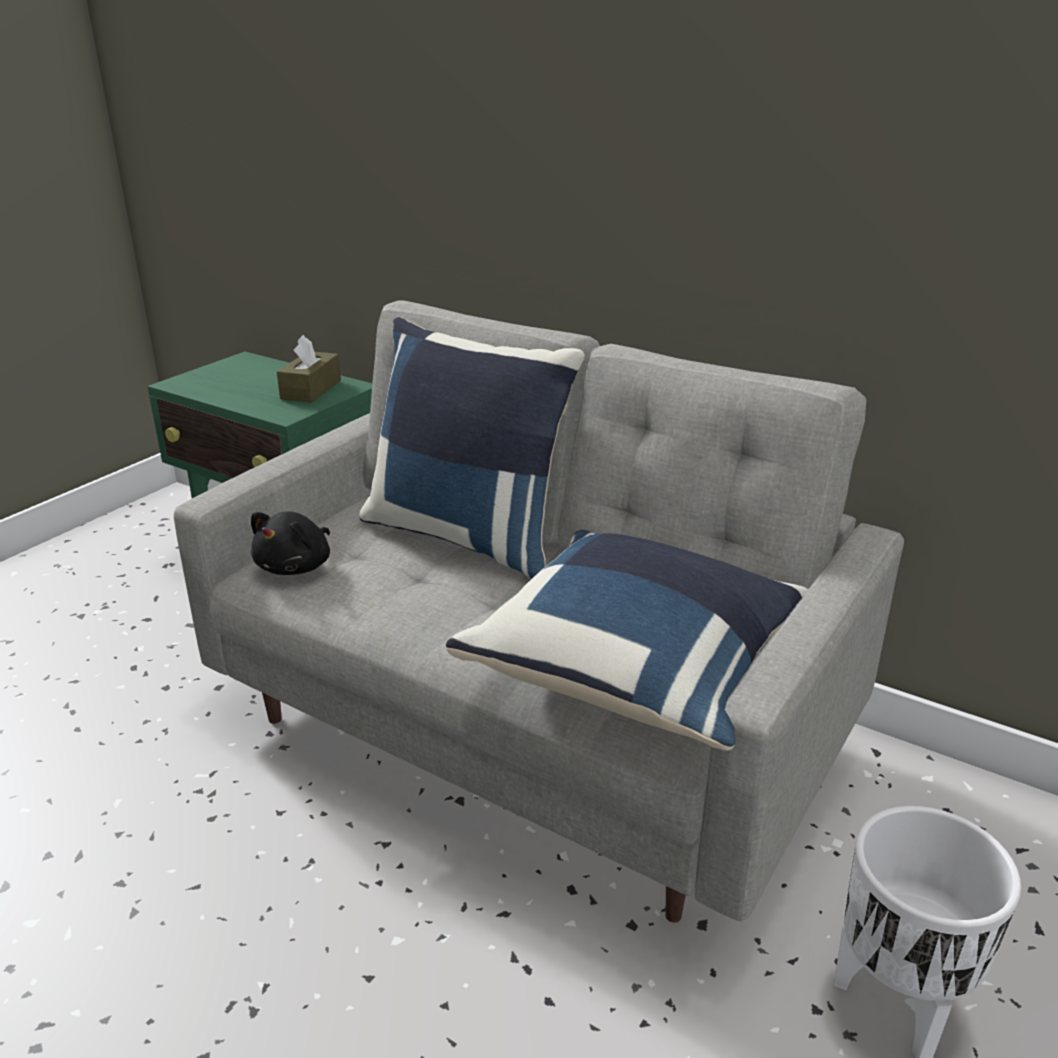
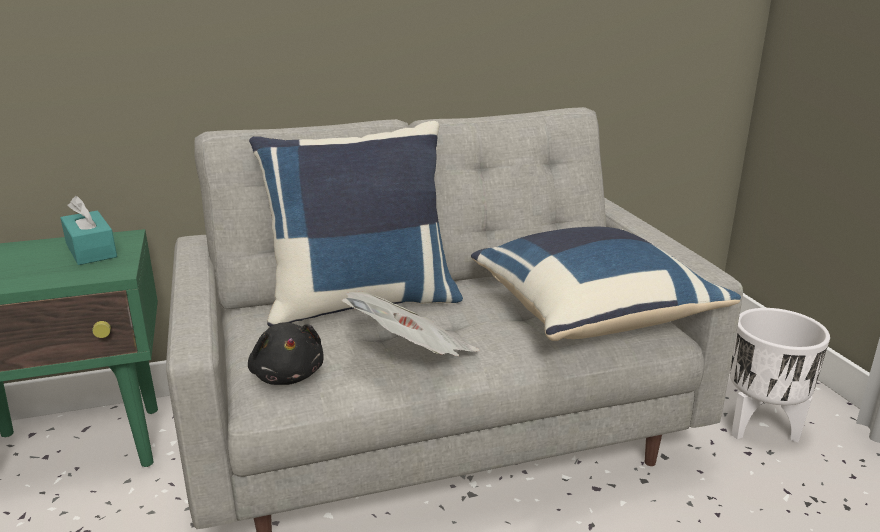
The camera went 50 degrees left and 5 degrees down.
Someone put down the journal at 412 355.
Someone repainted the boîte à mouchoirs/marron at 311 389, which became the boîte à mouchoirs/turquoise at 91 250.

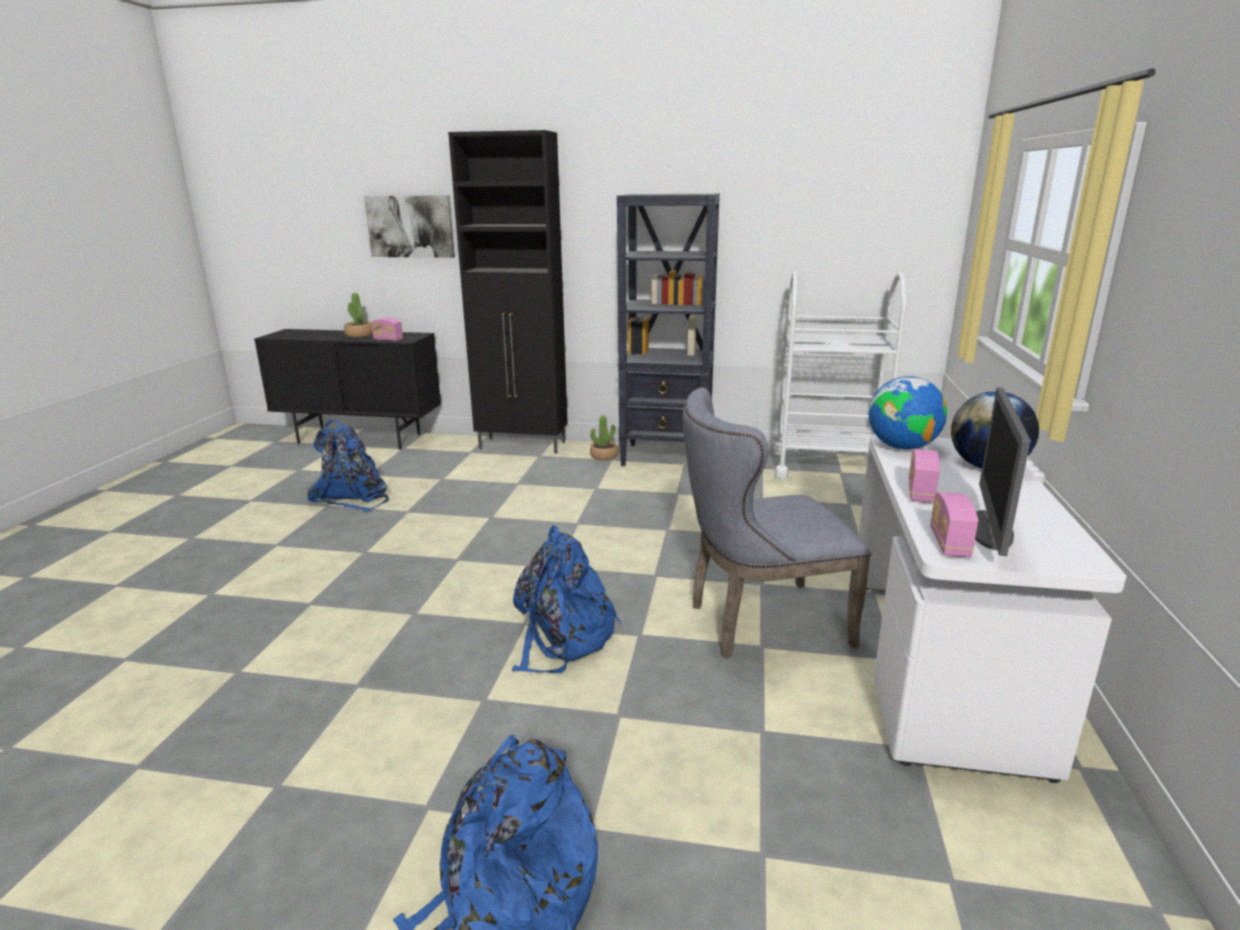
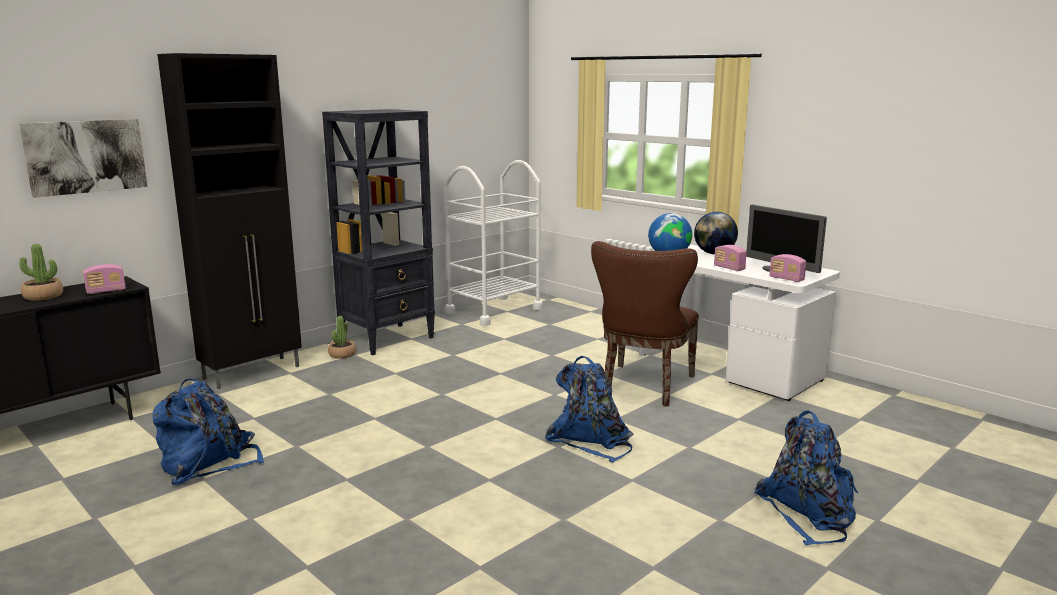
The camera went 55 degrees left and 5 degrees down.
Someone repainted the chaise/gris at 758 623, which became the chaise/marron at 644 388.

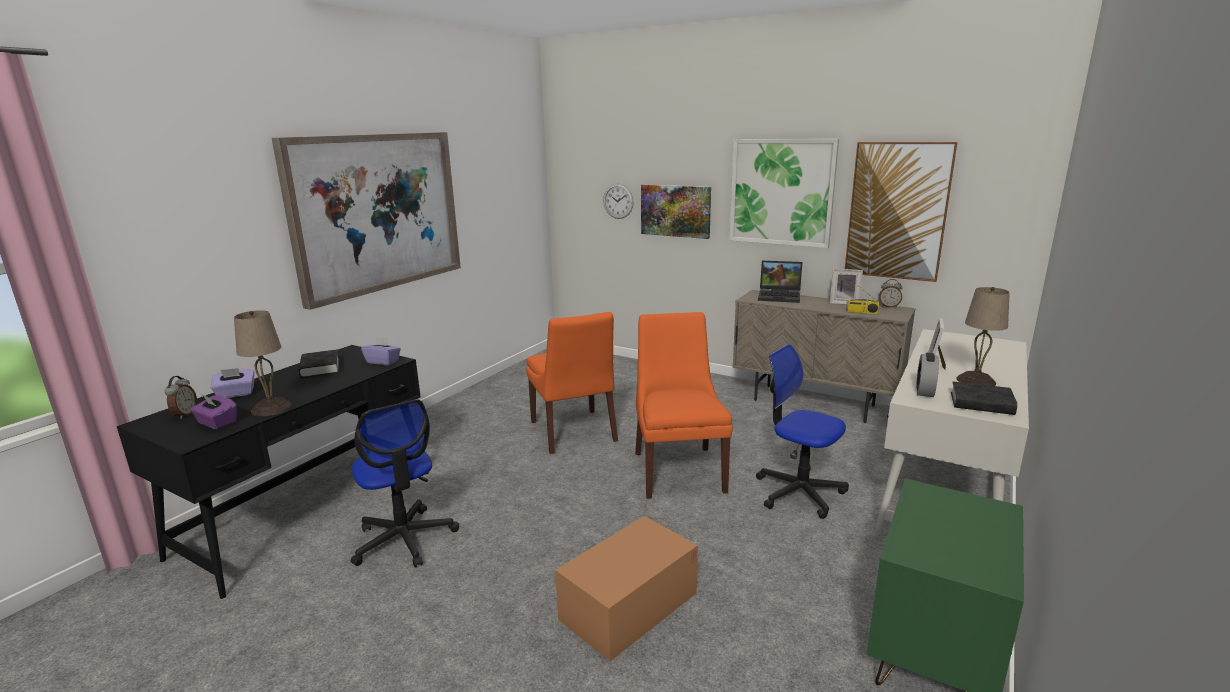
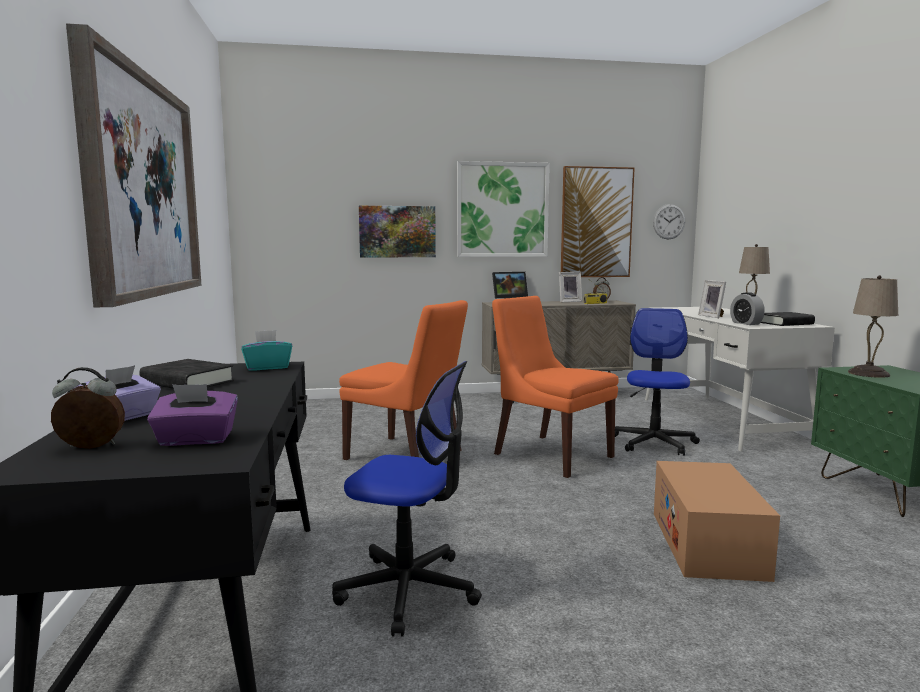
The camera went 40 degrees left and 10 degrees down.
Someone carried the lampe de table/beige from 272 408 to 867 373.
Someone carried the horloge murale from 618 201 to 669 221.
Someone repainted the boîte à mouchoirs/violet at 383 361, which became the boîte à mouchoirs/turquoise at 267 367.
Someone rotated the réveil at 184 414 by 60 degrees counterclockwise.
Someone rotated the chaise de bureau at 799 492 by 105 degrees clockwise.

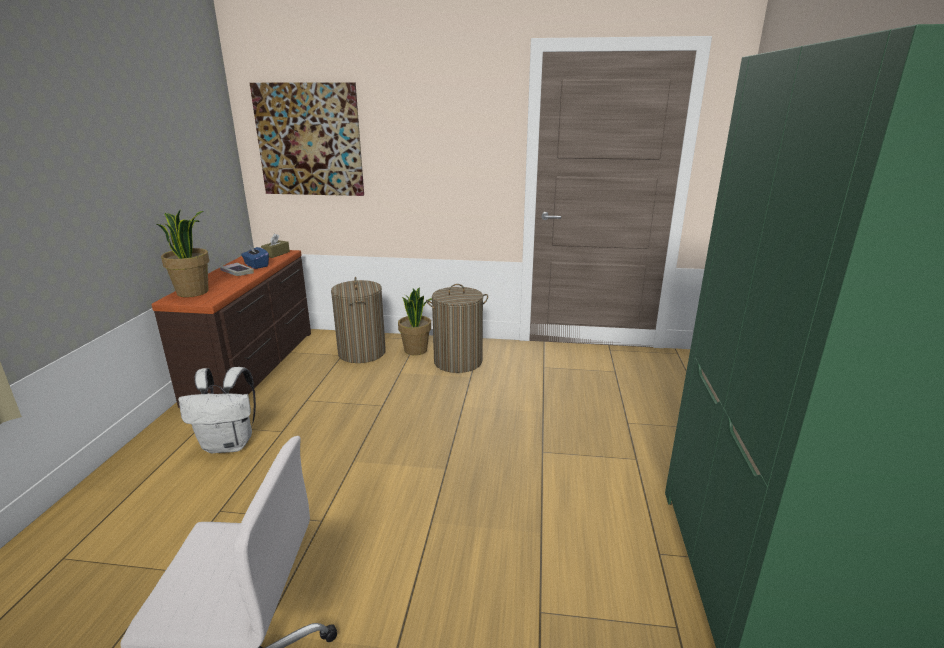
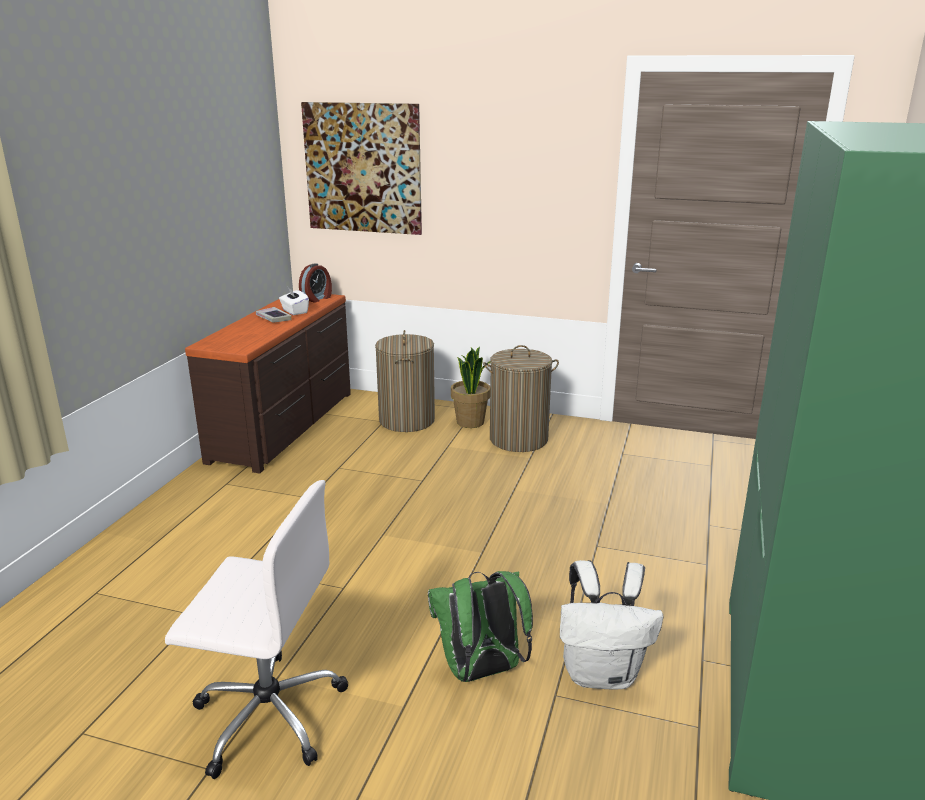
The camera went 10 degrees right and 0 degrees up.
Someone took away the plante en pot at 193 292.
Someone put down the sac à dos/vert at 481 672.
Someone carried the sac à dos/blanc from 230 444 to 602 674.
Someone swapped the boîte à mouchoirs/marron at 276 254 for the réveil at 317 298.
Someone repainted the boîte à mouchoirs/bleu at 256 265, which became the boîte à mouchoirs/blanc at 294 311.

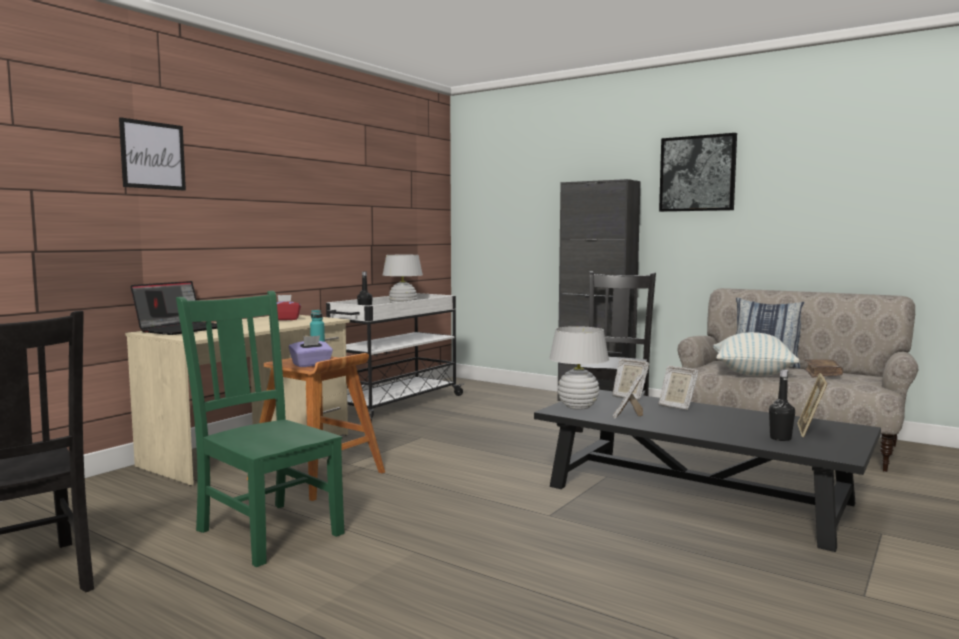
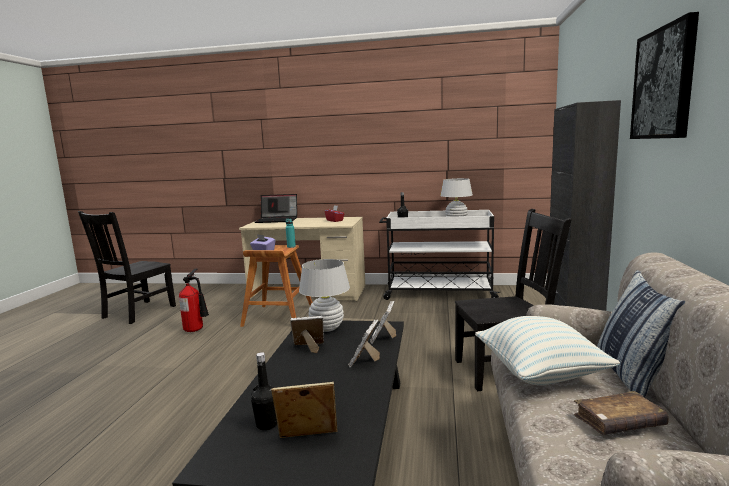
The camera went 65 degrees right and 5 degrees up.
Someone took away the tableau at 153 155.
Someone swapped the chaise/vert at 267 530 for the extincteur at 197 330.

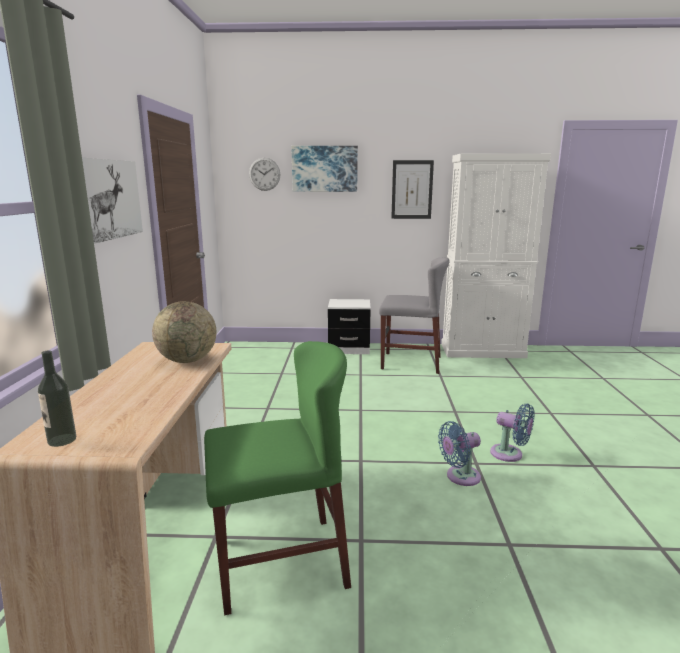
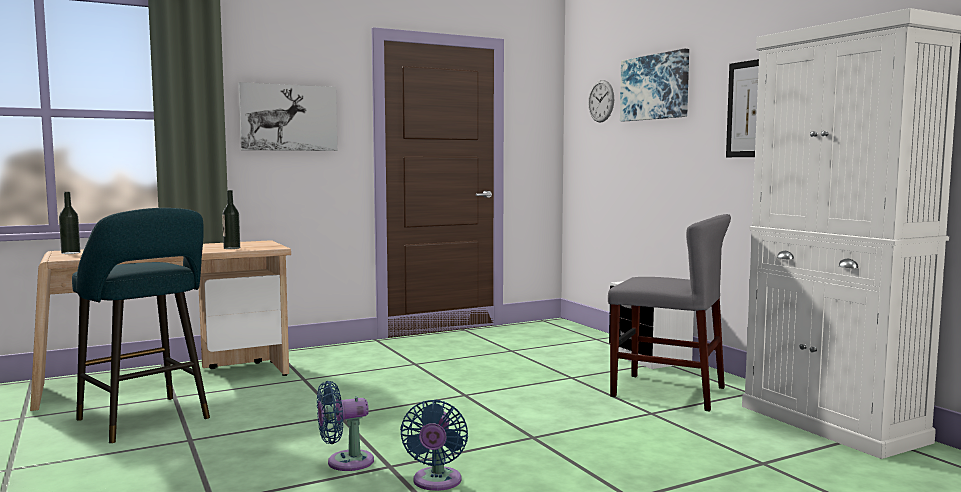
The camera went 60 degrees right and 10 degrees down.
Someone swapped the globe at 187 360 for the bouteille at 232 248.
Someone swapped the chaise/vert at 280 562 for the tabouret/turquoise at 146 421.
Someone rotated the chaise/gris at 411 363 by 45 degrees counterclockwise.
Someone rotated the ventilateur/bleu at 460 477 by 60 degrees counterclockwise.

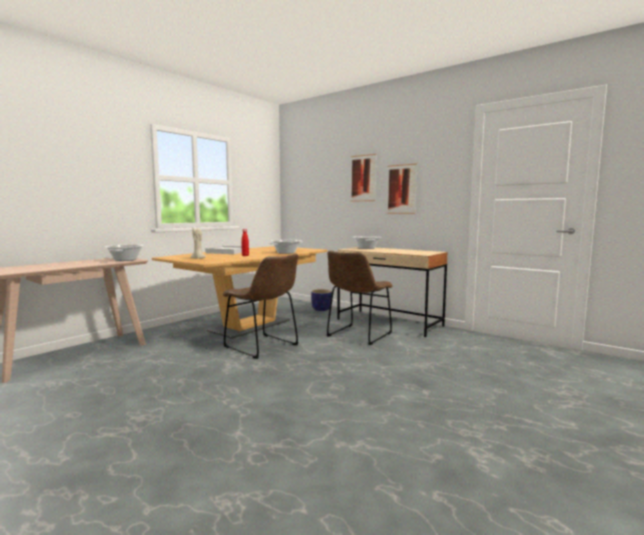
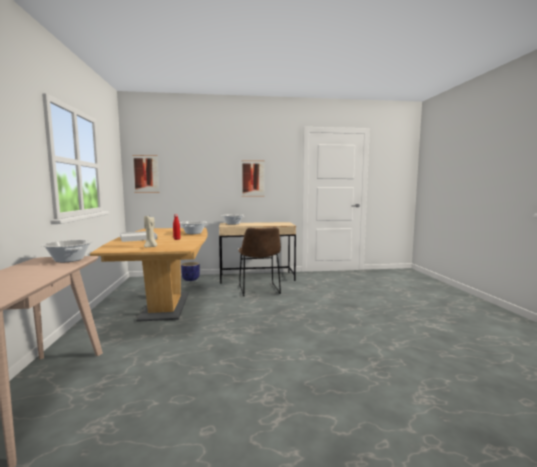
The camera went 45 degrees left and 0 degrees up.
Someone took away the chaise/marron at 263 347.
Someone carried the tableau from 363 178 to 146 174.

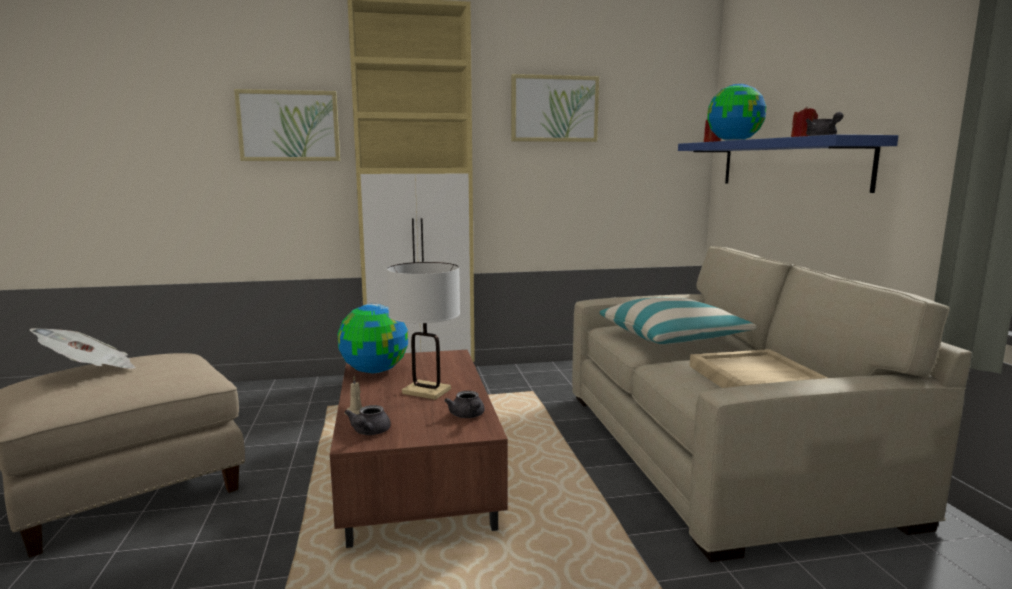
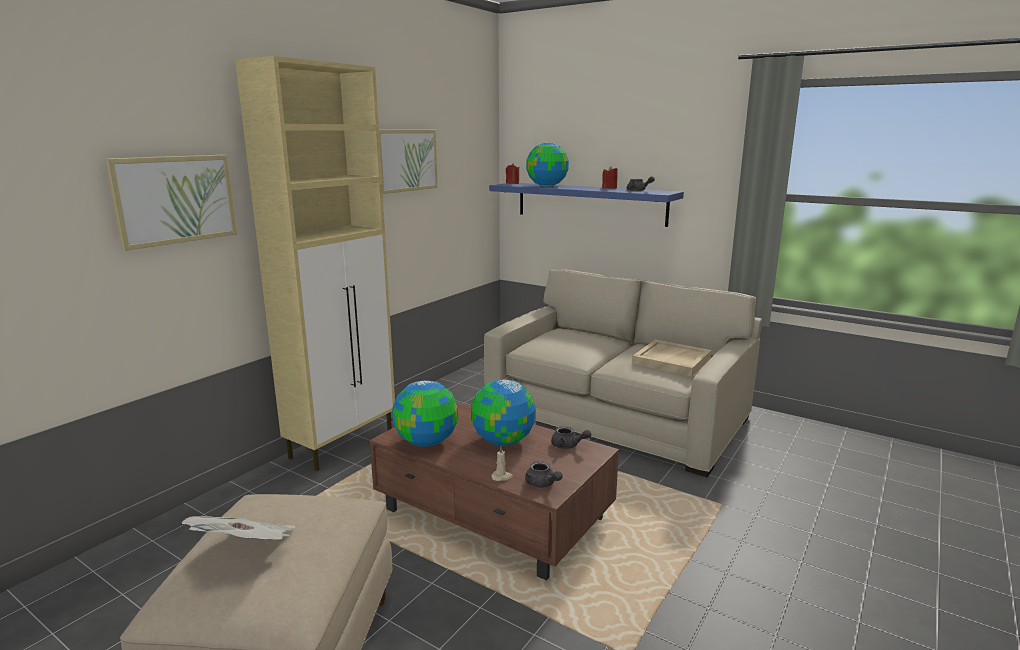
The camera went 45 degrees left and 5 degrees up.
Someone took away the coussin at 672 337.
Someone swapped the lampe de table/blanc at 426 391 for the globe at 503 441.

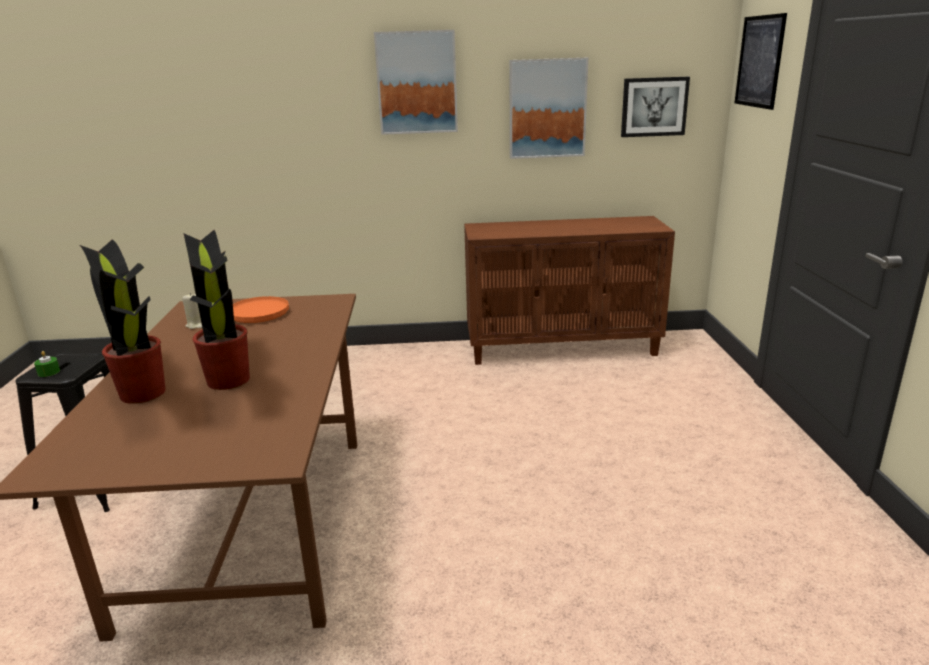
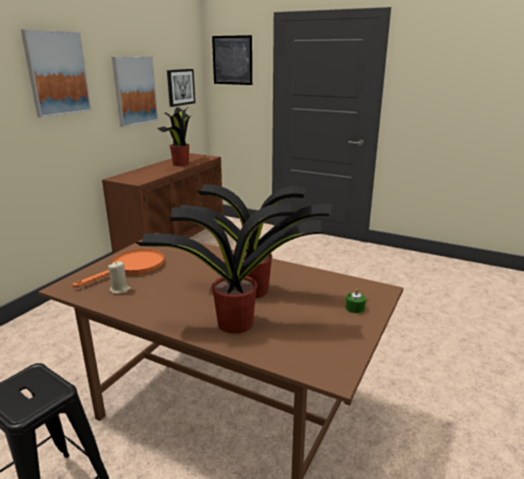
The camera went 60 degrees left and 0 degrees up.
Someone put down the plante en pot at 180 164.
Someone carried the bougie/vert from 49 372 to 355 308.

